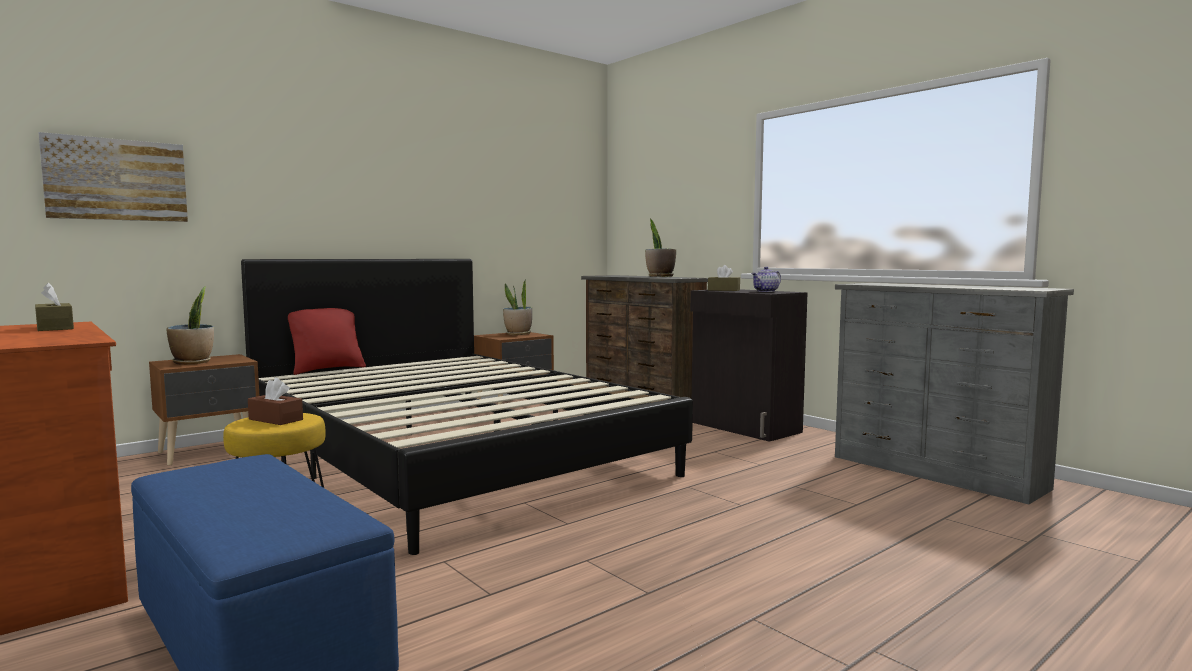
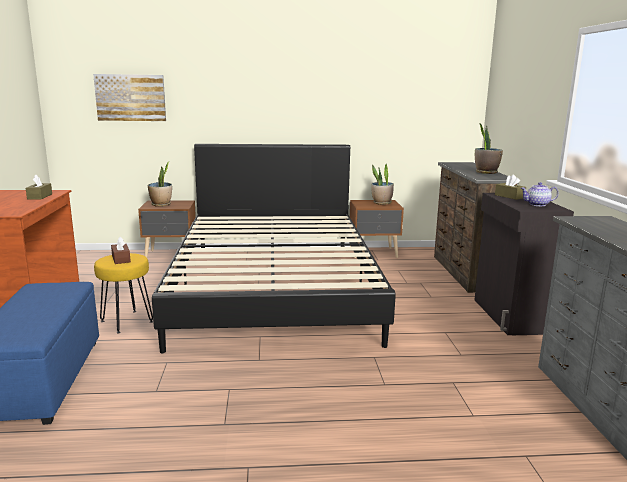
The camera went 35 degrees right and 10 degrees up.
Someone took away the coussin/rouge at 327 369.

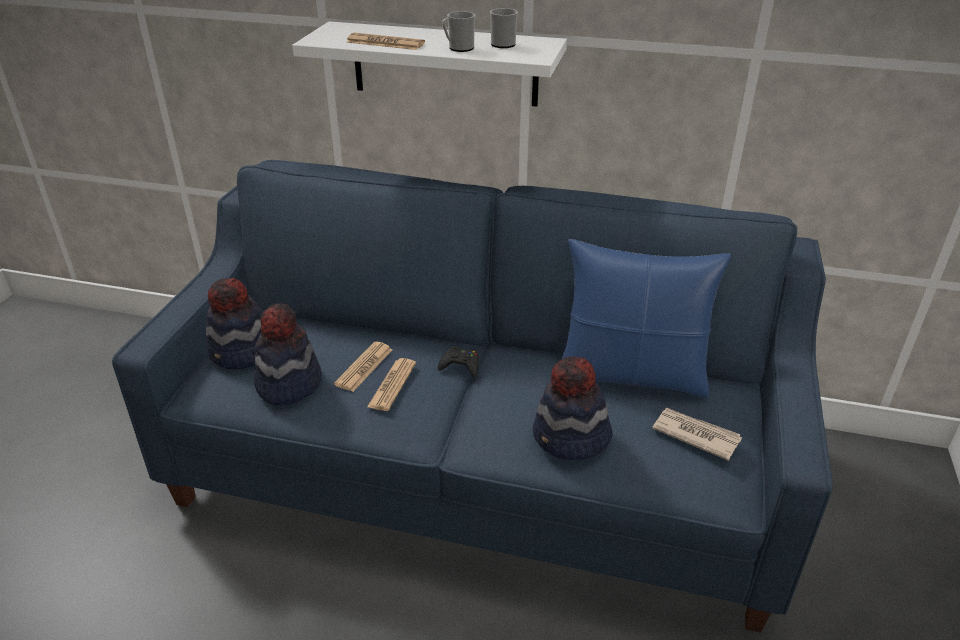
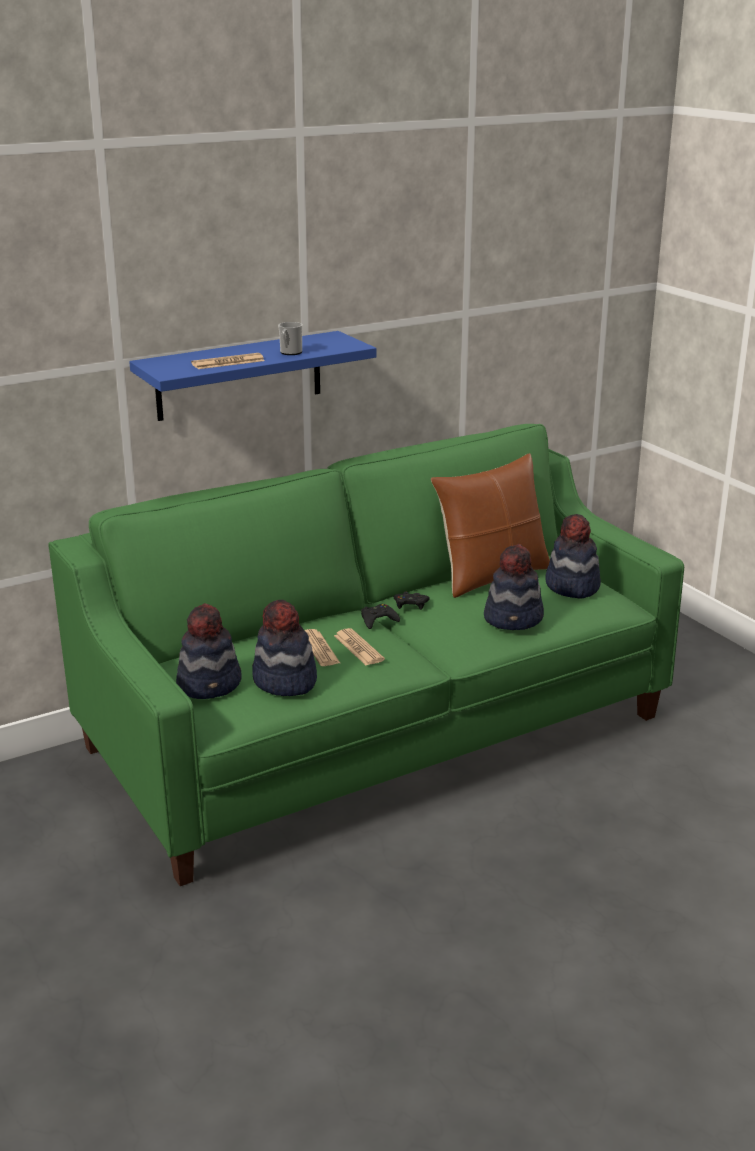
The camera went 45 degrees left and 10 degrees down.
Someone took away the mug at 501 44.
Someone put down the manette/noir at 410 604.
Someone swapped the journal at 695 434 for the chapeau at 572 586.
Someone repainted the canapé/bleu at 480 464, which became the canapé/vert at 376 732.
Someone repainted the étagère/blanc at 444 64, which became the étagère/bleu at 239 376.
Someone repainted the coussin/bleu at 631 375, which became the coussin/marron at 491 576.

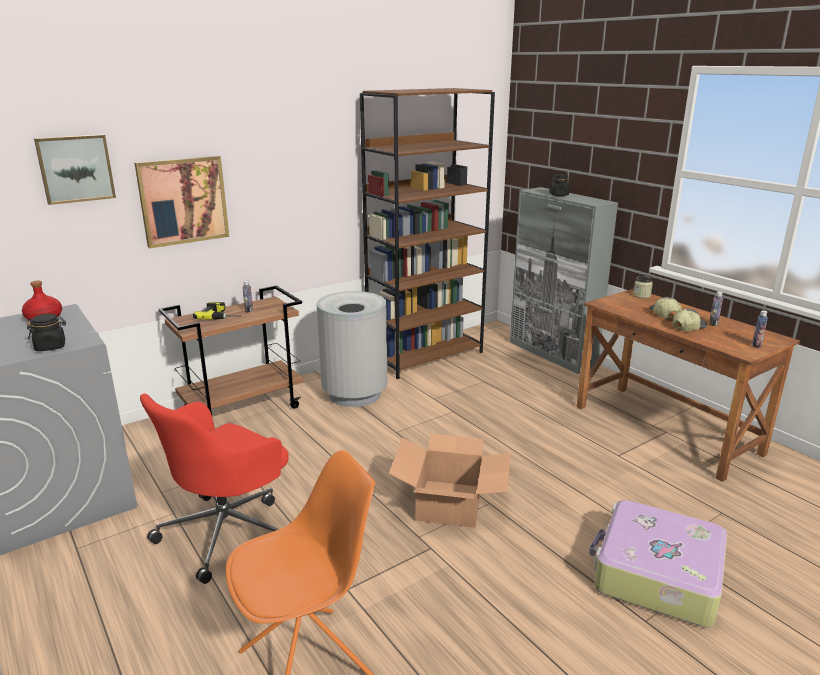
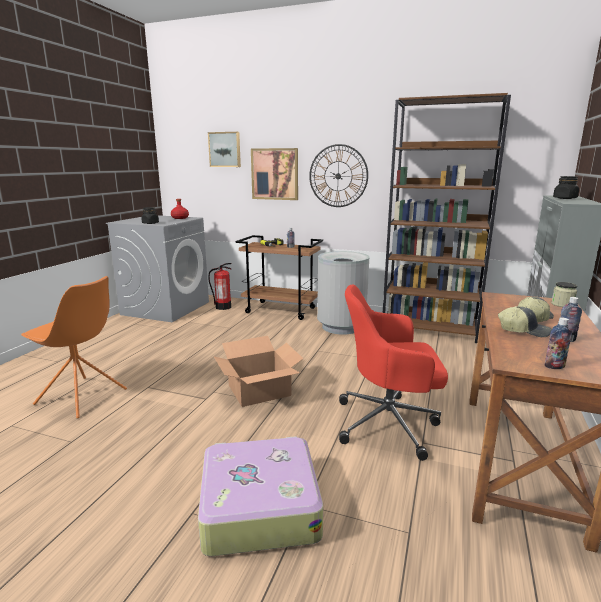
The camera went 55 degrees right and 5 degrees down.
Someone put down the extincteur at 223 307.
Someone put up the horloge murale at 338 176.
Someone carried the chaise de bureau/rouge from 228 531 to 389 423.

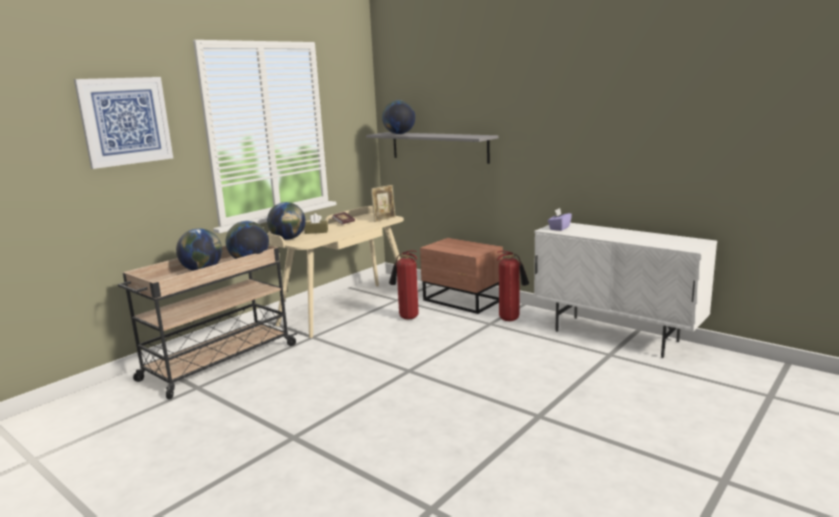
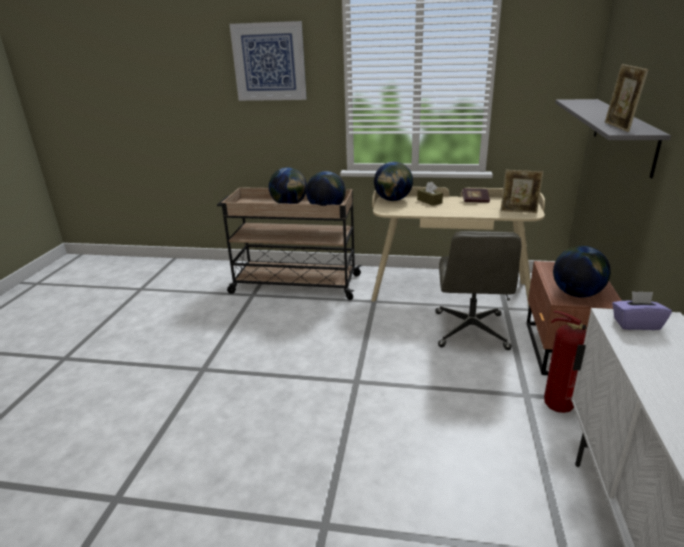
The camera went 60 degrees right and 10 degrees up.
Someone put down the cadre photo at 618 127.
Someone carried the globe from 399 134 to 576 294.
Someone swapped the extincteur at 406 317 for the chaise de bureau/gris at 471 331.

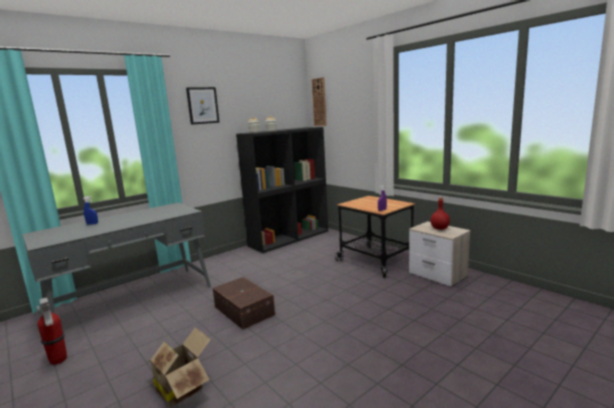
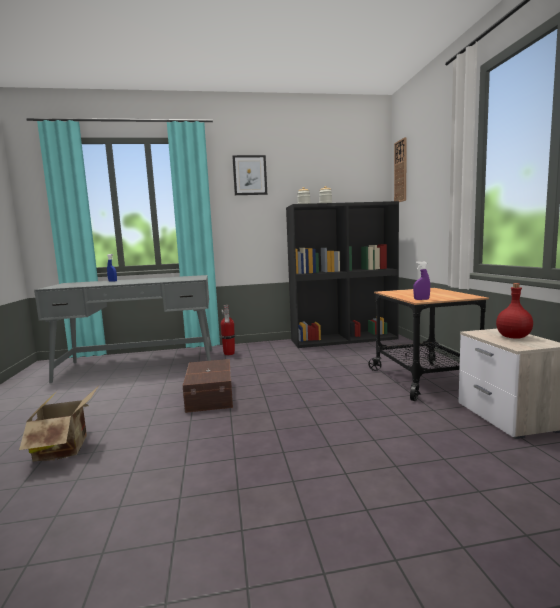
The camera went 30 degrees right and 5 degrees down.
Someone carried the extincteur from 58 360 to 229 354.

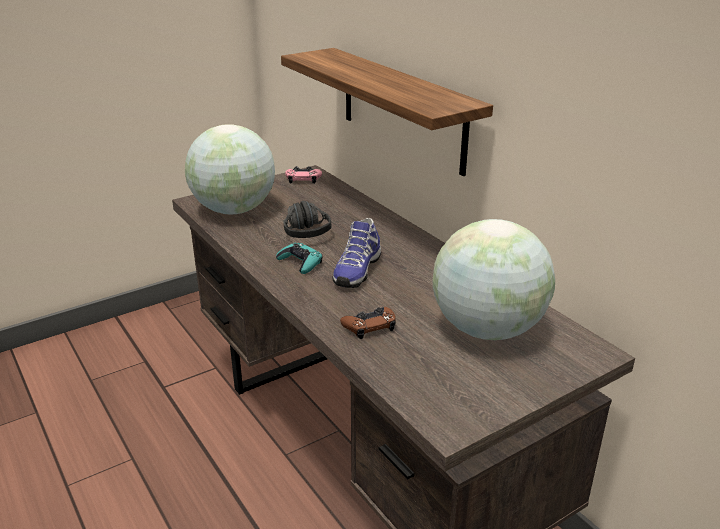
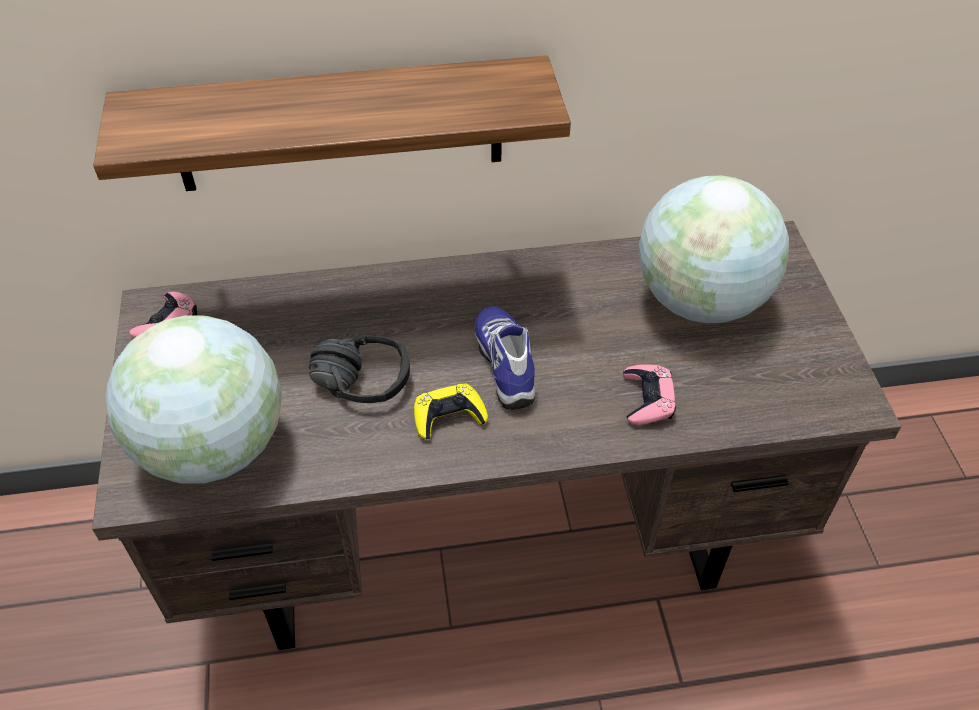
The camera went 65 degrees left and 20 degrees up.
Someone repainted the manette/turquoise at 300 262, which became the manette/jaune at 448 416.
Someone repainted the manette/marron at 369 326, which became the manette/rose at 647 399.
Someone rotated the chaussure at 356 271 by 150 degrees counterclockwise.

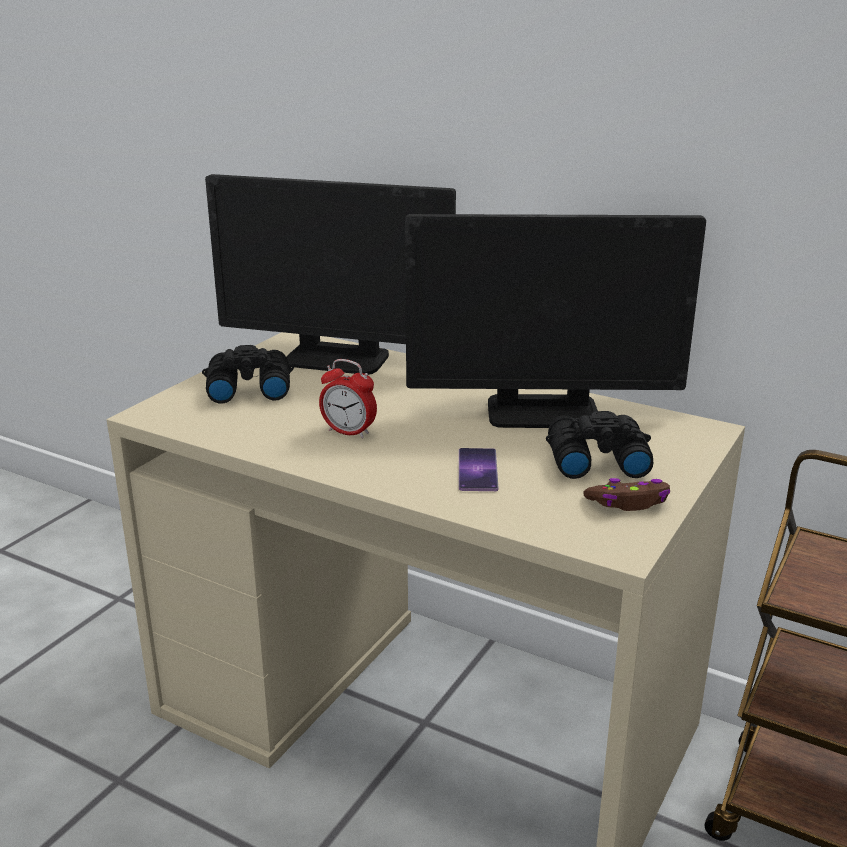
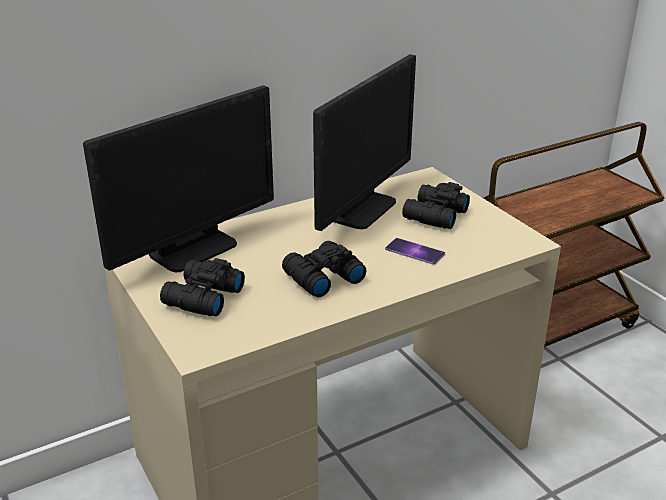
The camera went 60 degrees left and 5 degrees up.
Someone took away the manette/marron at 629 503.
Someone swapped the réveil at 349 432 for the jumelles/noir at 321 278.

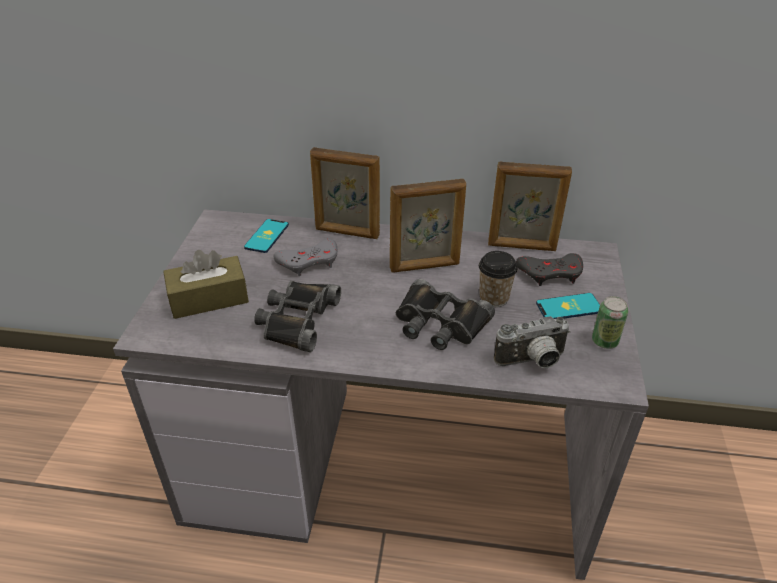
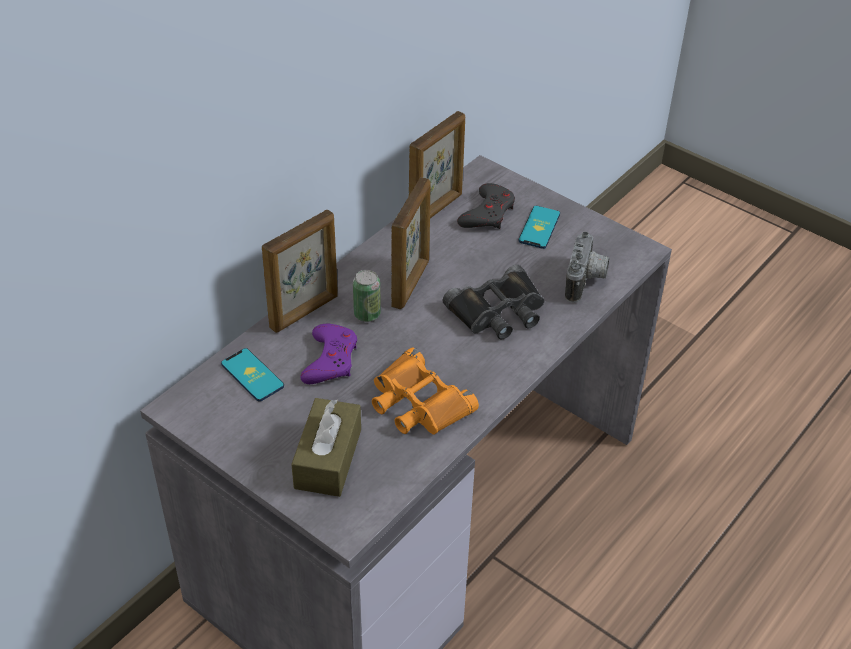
The camera went 60 degrees left and 5 degrees up.
Someone took away the tasse at 494 298.
Someone carried the boîte métallique from 604 341 to 367 314.
Someone repainted the jumelles/noir at 297 319, which became the jumelles/orange at 417 403.
Someone repainted the manette/gris at 309 261, which became the manette/violet at 330 359.

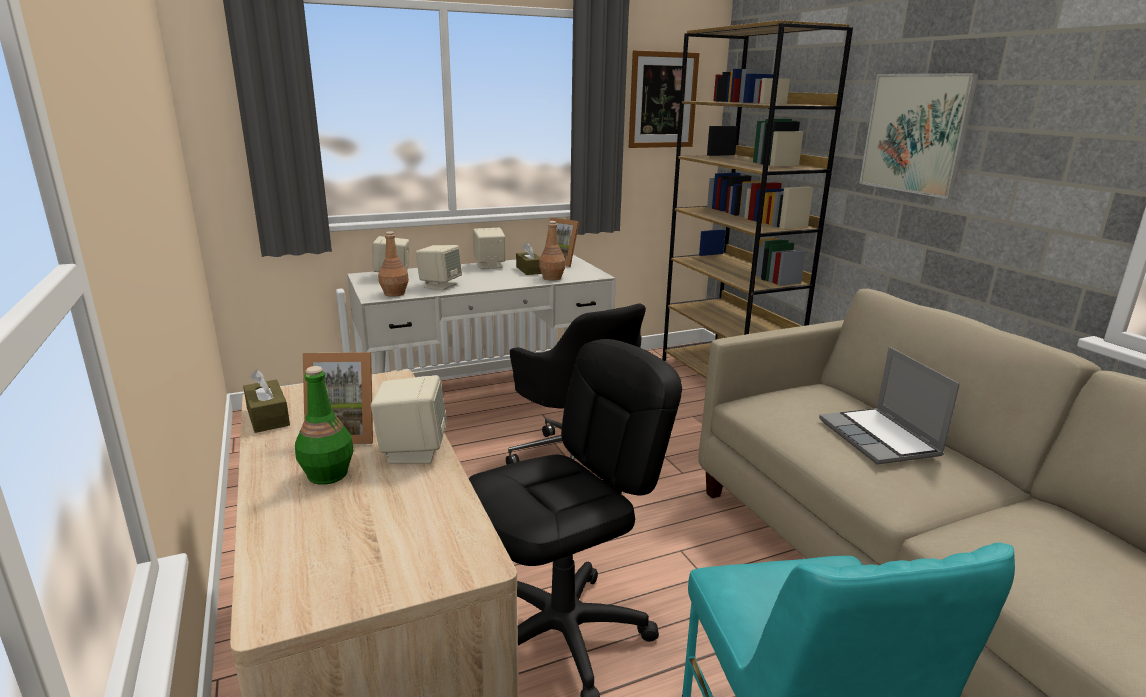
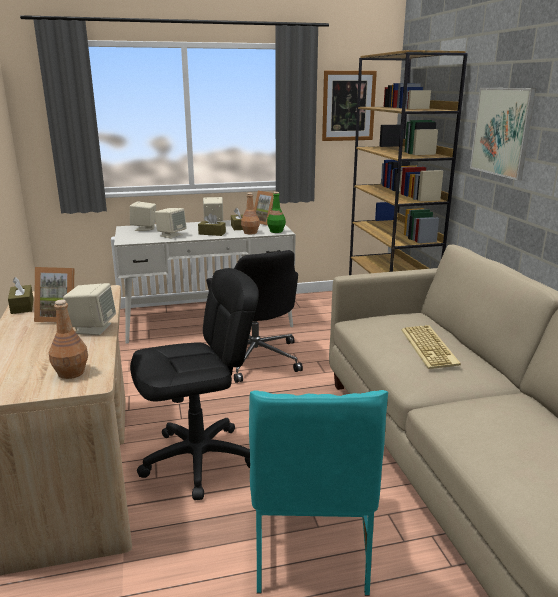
The camera went 10 degrees right and 0 degrees up.
Someone put down the boîte à mouchoirs/marron at 212 233.
Someone carried the bouteille/vert from 327 475 to 276 231.
Someone carried the bouteille/marron from 394 293 to 70 372.
Someone swapped the ordinateur portable at 880 438 for the clavier at 430 348.

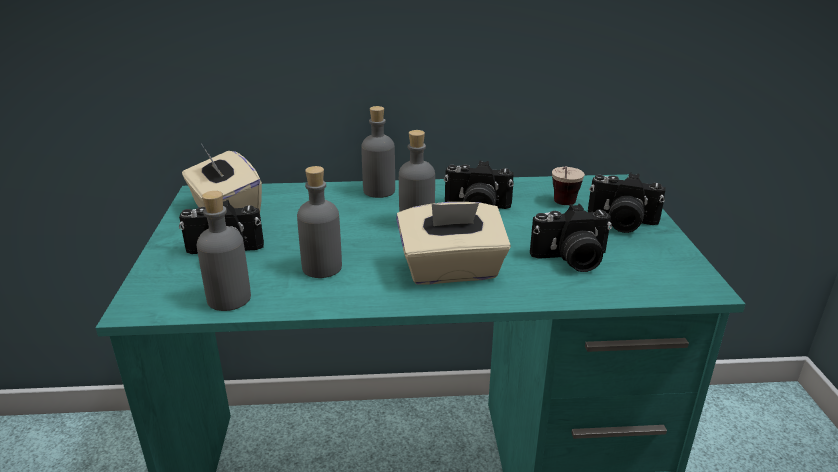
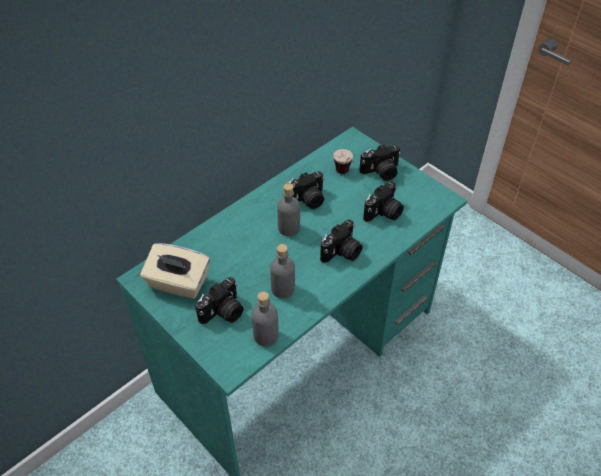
The camera went 40 degrees left and 20 degrees up.
Someone took away the bouteille/gris at 379 191.
Someone swapped the boîte à mouchoirs/beige at 451 270 for the appareil photo at 342 253.

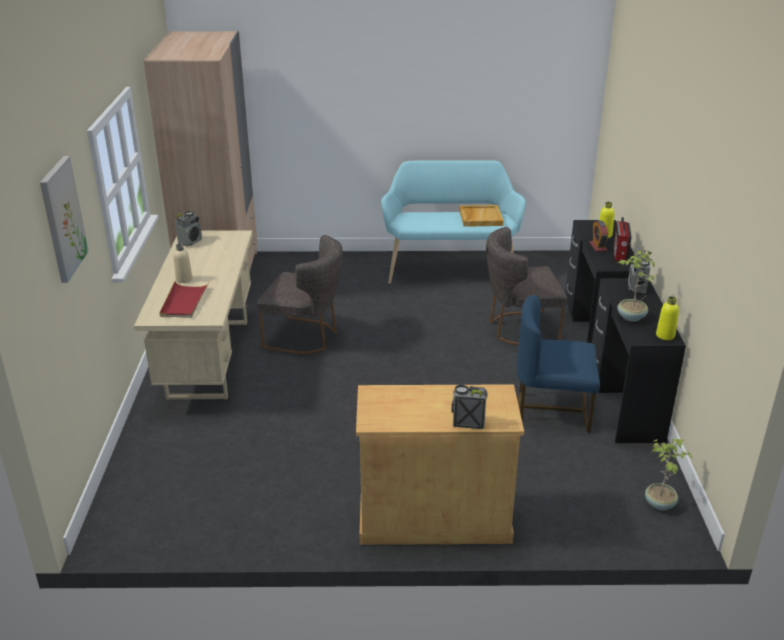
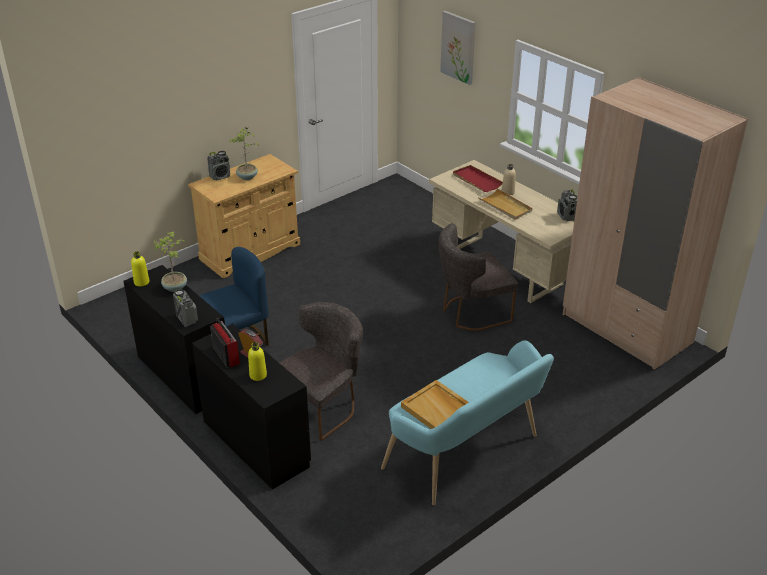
The camera went 140 degrees right and 5 degrees up.
Someone put down the plateau/beige at 505 206.
Someone carried the plante en pot from 660 503 to 247 177.

